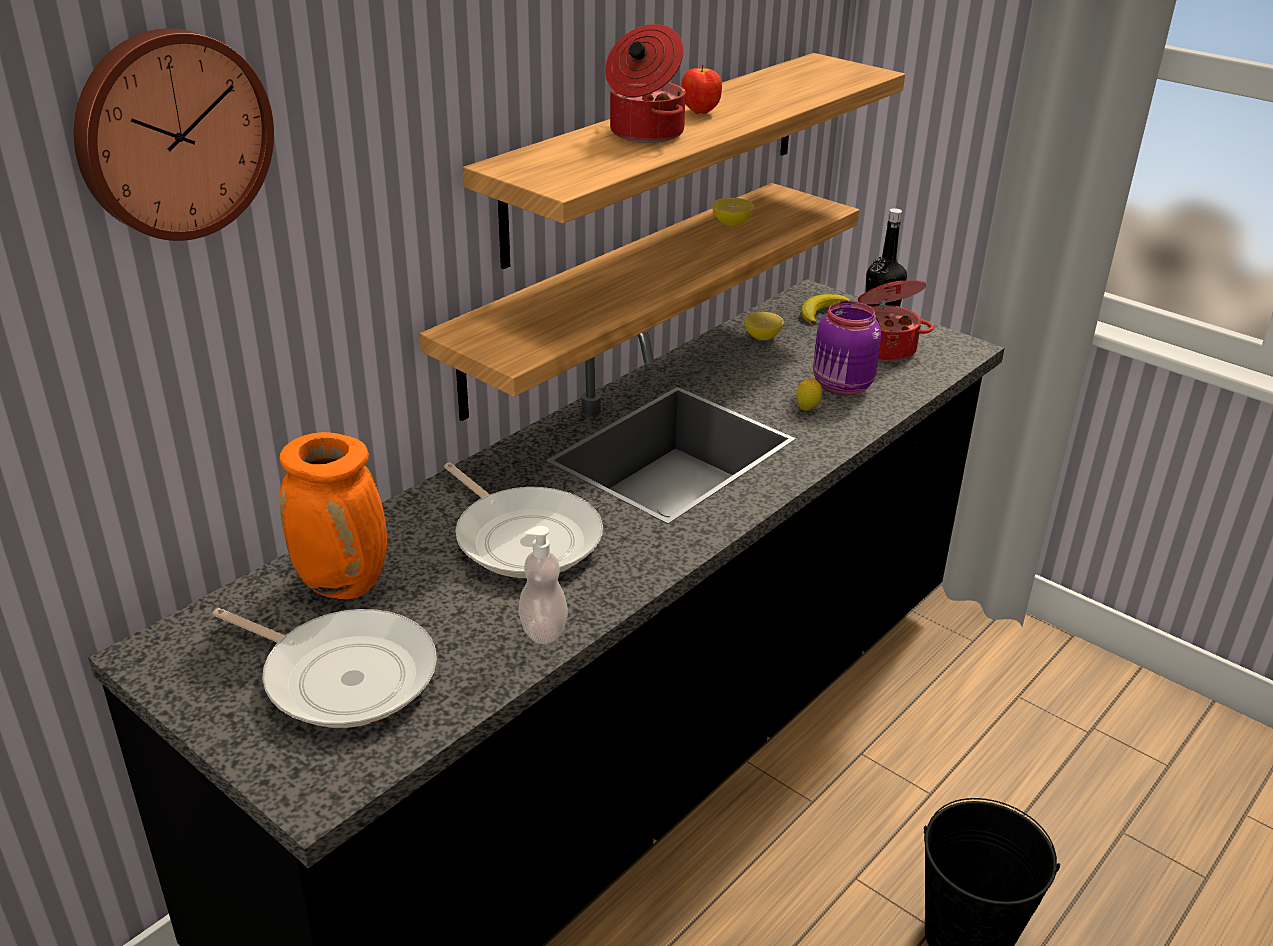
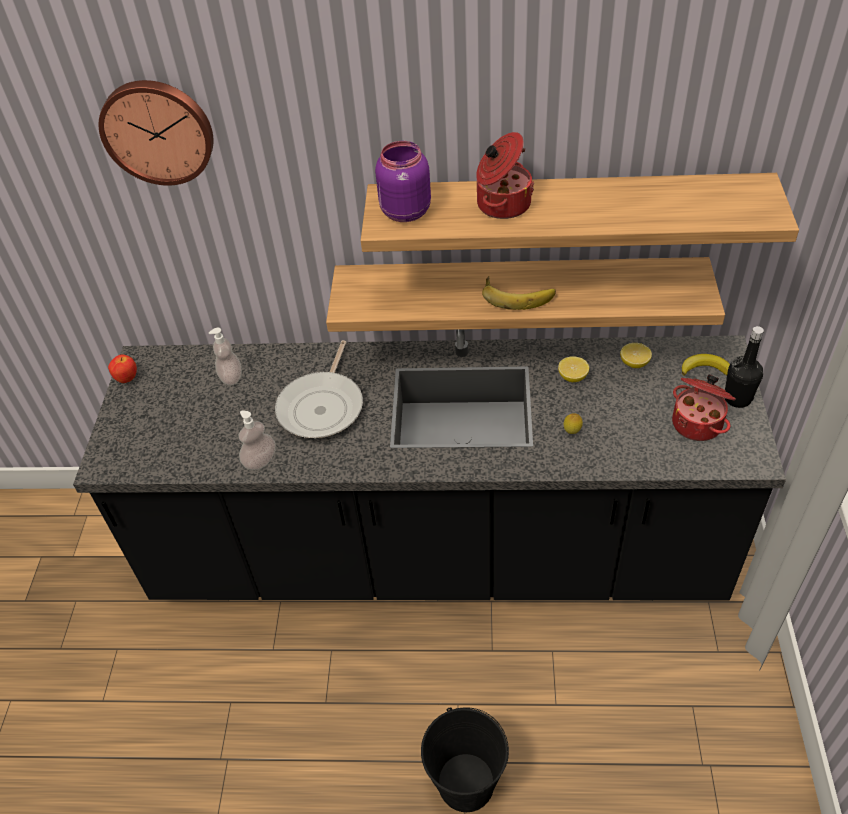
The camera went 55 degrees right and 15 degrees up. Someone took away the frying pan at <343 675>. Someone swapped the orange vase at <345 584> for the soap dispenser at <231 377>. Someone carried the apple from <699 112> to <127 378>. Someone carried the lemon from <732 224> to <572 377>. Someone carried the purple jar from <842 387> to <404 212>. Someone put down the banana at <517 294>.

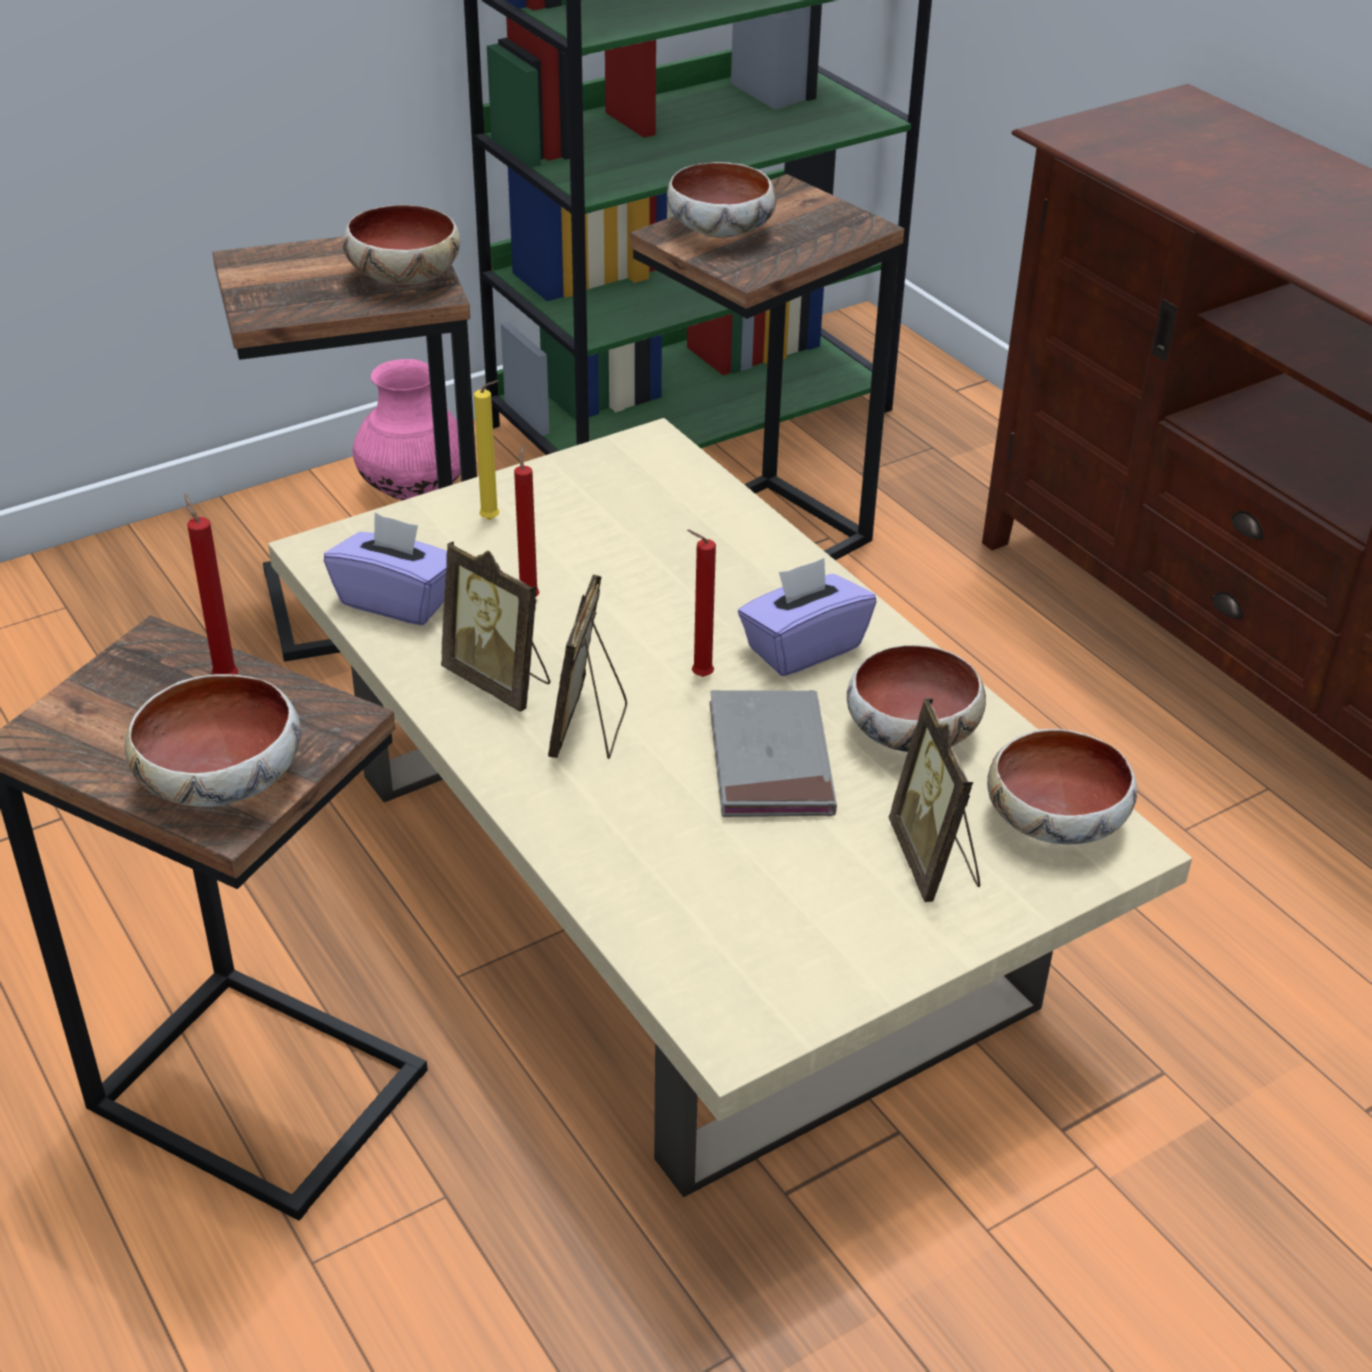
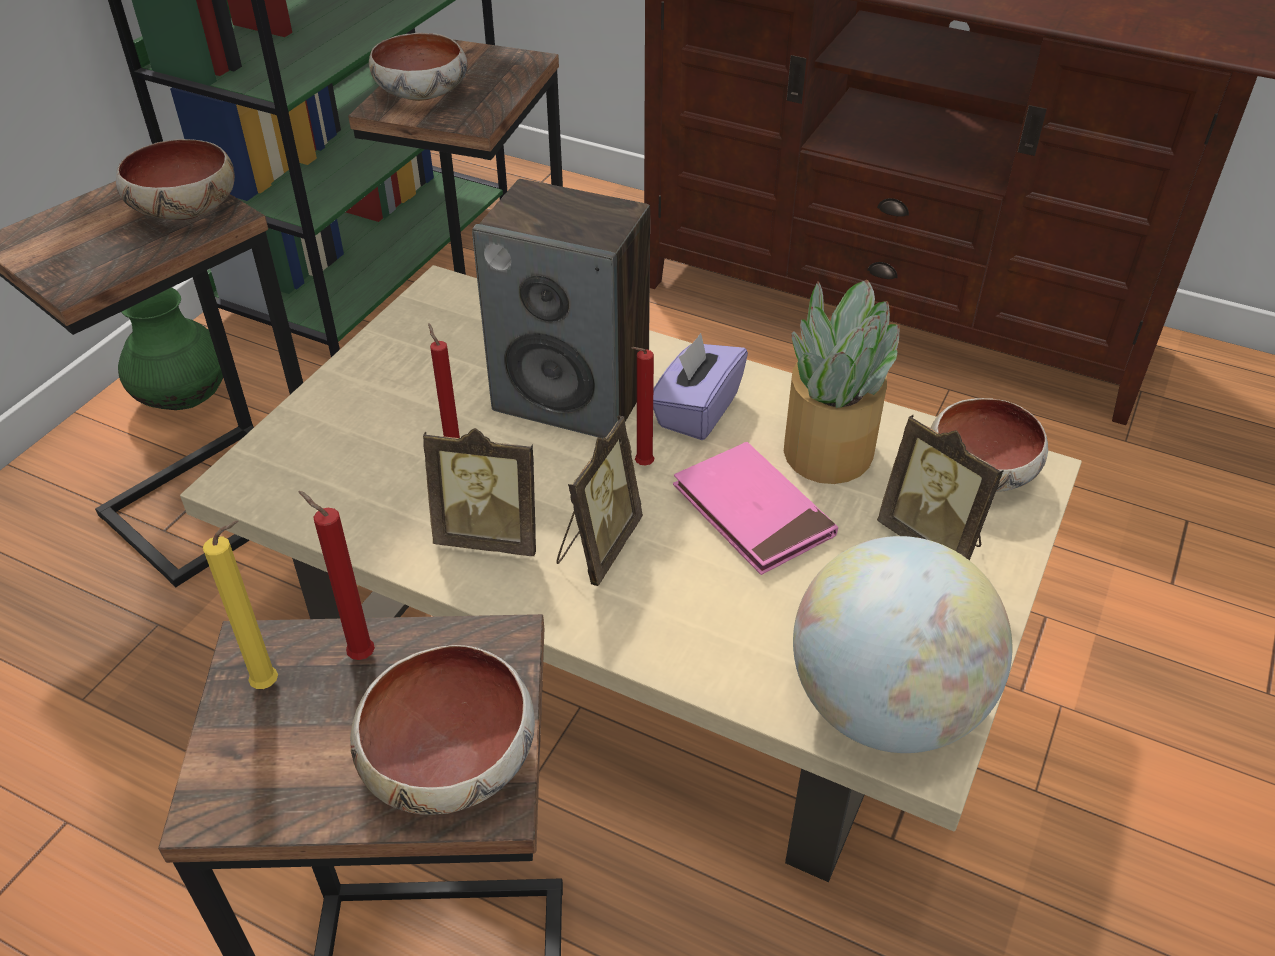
The camera went 30 degrees left and 5 degrees up. Someone took away the purple tissue box at <397 600>. Someone repainted the pink vase at <414 493>, which became the green vase at <185 399>. Someone carried the yellow candle from <493 520> to <271 684>. Someone rotated the picture frame at <590 729> by 135 degrees counterclockwise. Someone repainted the grey book at <770 760>, which became the pink book at <753 512>. Someone swapped the bowl at <910 734> for the potted plant at <829 448>. Someone put down the speaker at <573 396>. Someone put down the globe at <885 706>.

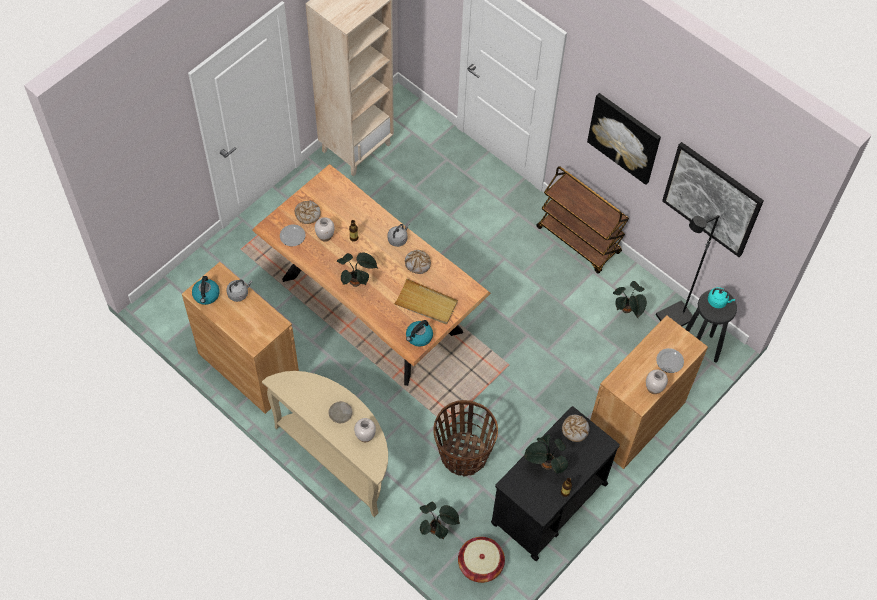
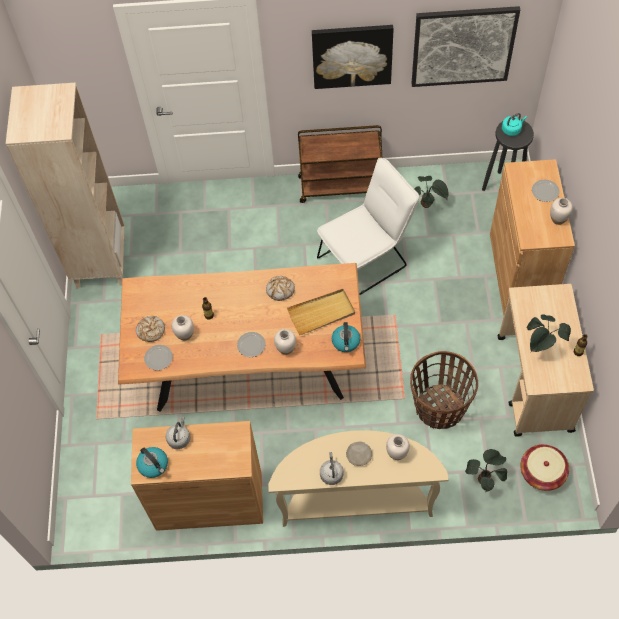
The camera went 40 degrees left and 0 degrees up. Someone swapped the potted plant at <357 282> for the plate at <251 345>. Someone carried the grey kettle from <398 239> to <331 473>. Someone repainted the black cart at <548 504>, which became the beige cart at <534 384>. Someone took away the bread at <575 429>. Someone took away the black floor lamp at <674 318>. Someone put down the white vase at <286 348>. Someone put down the white chair at <367 259>.

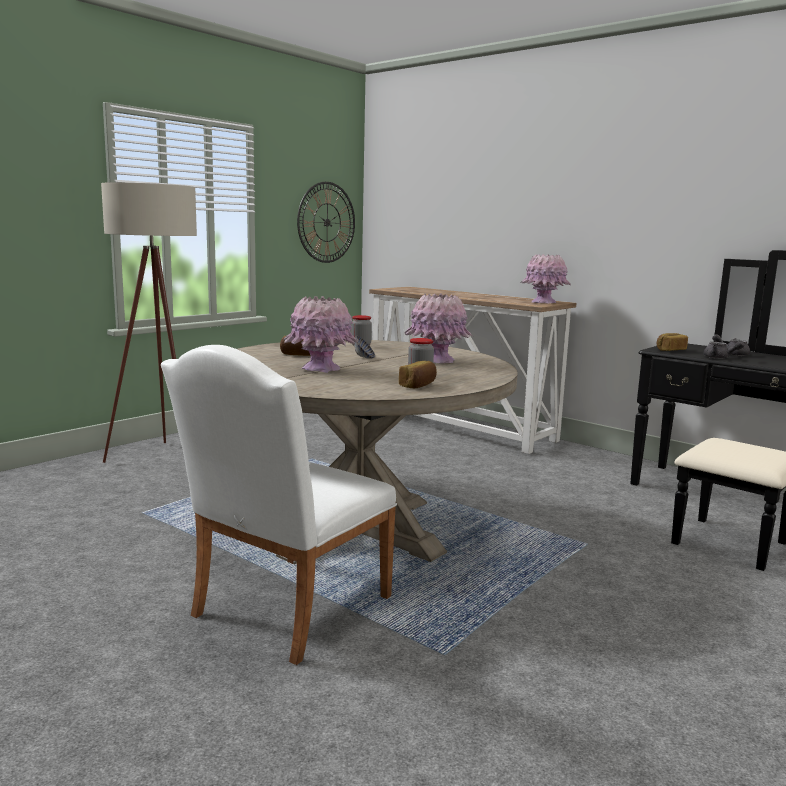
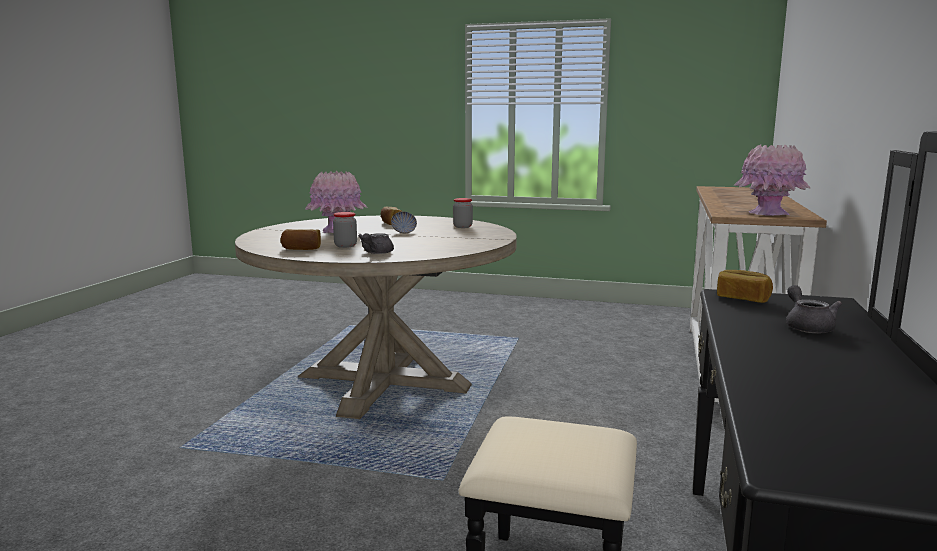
The camera went 65 degrees right and 0 degrees up. Someone took away the beige floor lamp at <161 458>. Someone took away the white chair at <284 611>. Someone took away the wall clock at <326 222>. Someone took away the pink vase at <437 360>. Someone carried the grey teapot from <720 358> to <376 253>.

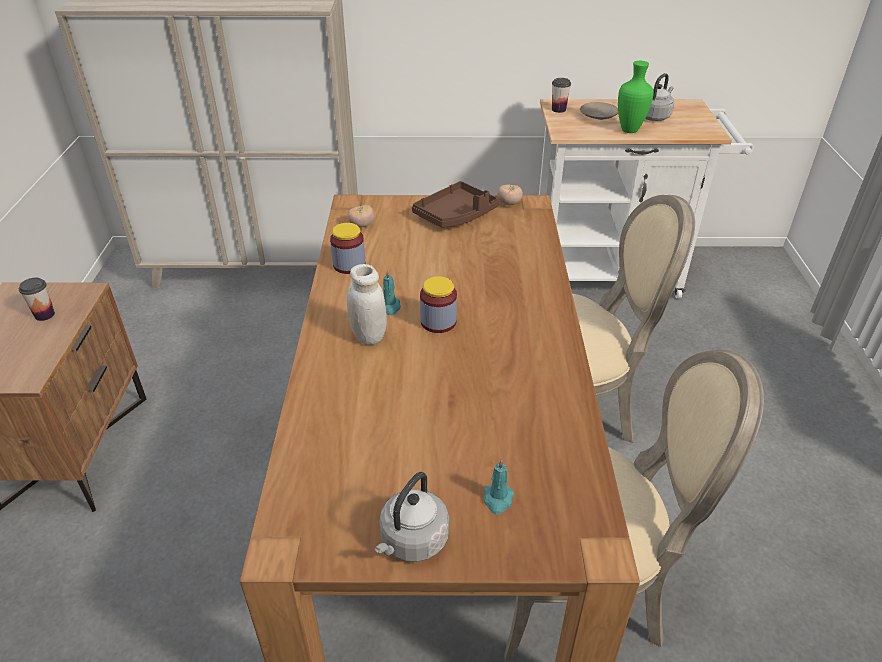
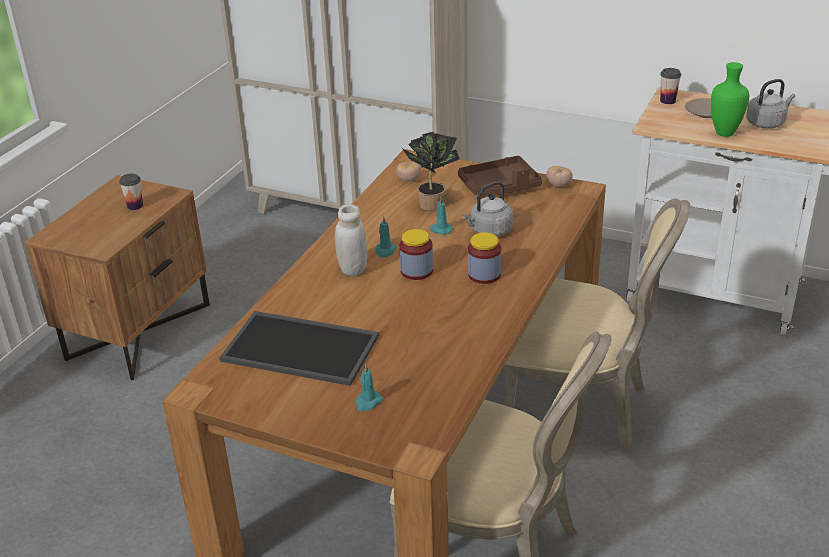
The camera went 25 degrees right and 5 degrees down. Someone carried the jar from <349 265> to <484 275>. Someone carried the grey kettle from <412 542> to <489 231>. Someone put down the tray at <302 347>. Someone put down the potted plant at <432 202>. Someone put down the turquoise candle at <440 230>.

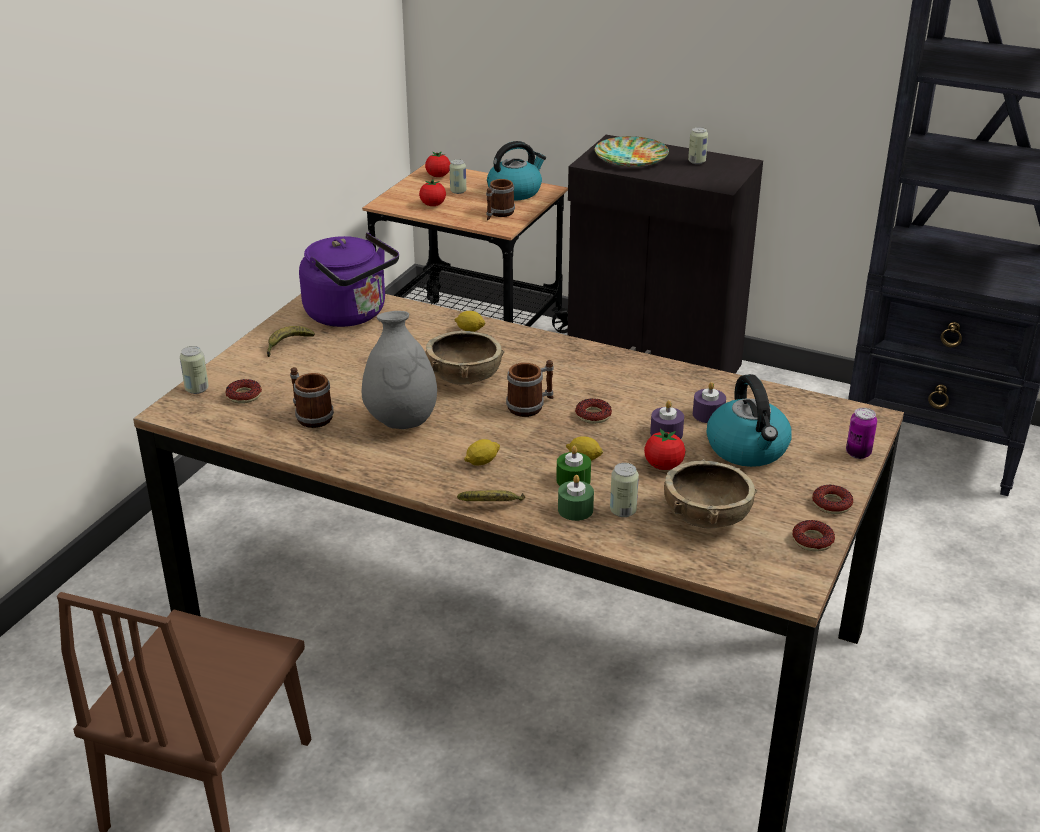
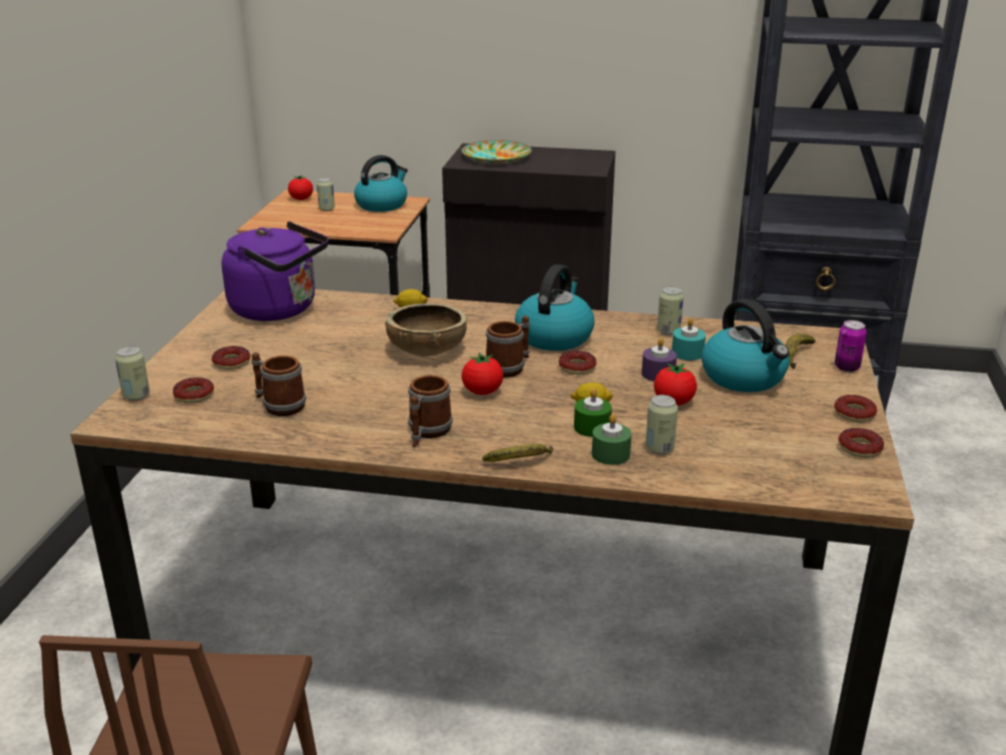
The camera went 15 degrees left and 5 degrees down. Someone carried the banana from <287 345> to <796 356>. Someone took away the grey vase at <401 422>. Someone carried the tomato from <433 205> to <482 392>. Someone took away the lemon at <482 462>. Someone carried the mug from <498 214> to <427 433>. Someone took away the brown bowl at <706 517>. Someone carried the can from <696 161> to <668 331>. Someone repainted the purple candle at <708 414>, which became the turquoise candle at <687 353>. Someone put down the donut at <231 363>. Someone put down the kettle at <554 336>.

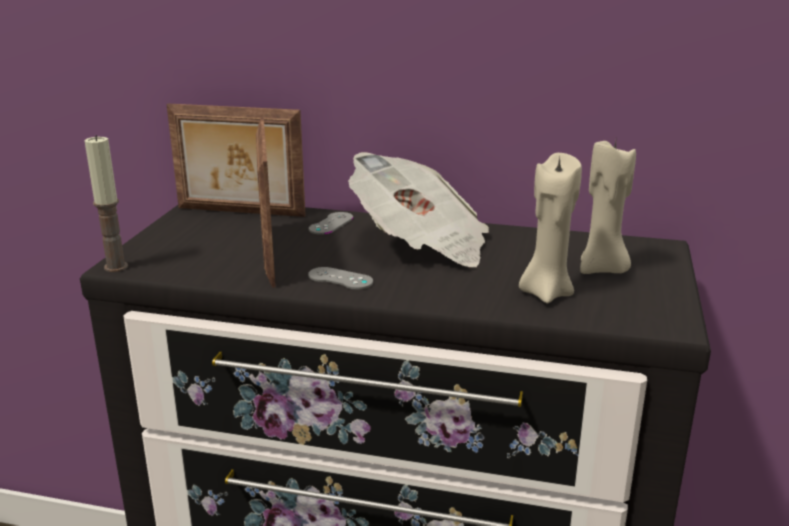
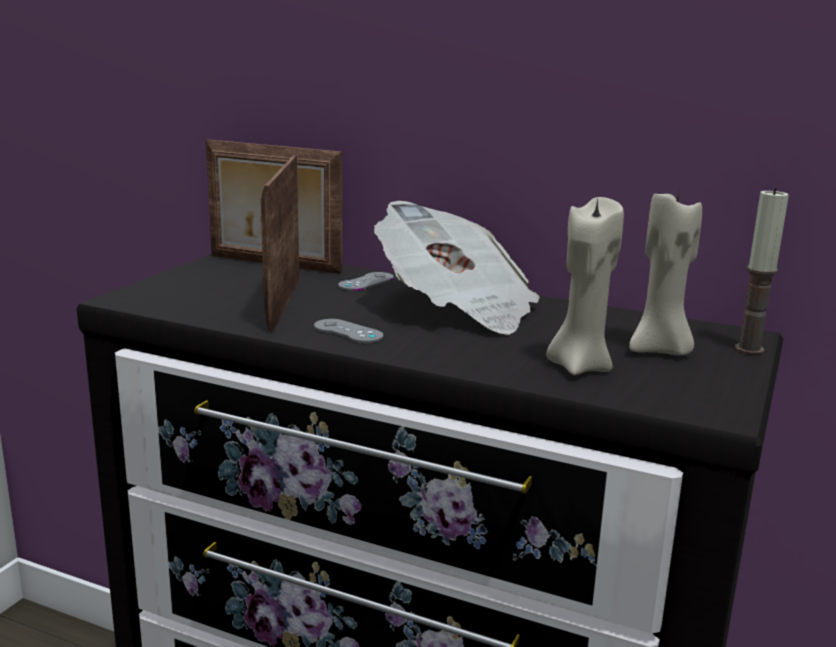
The camera went 10 degrees right and 5 degrees down. Someone carried the candle from <116 267> to <749 349>.

